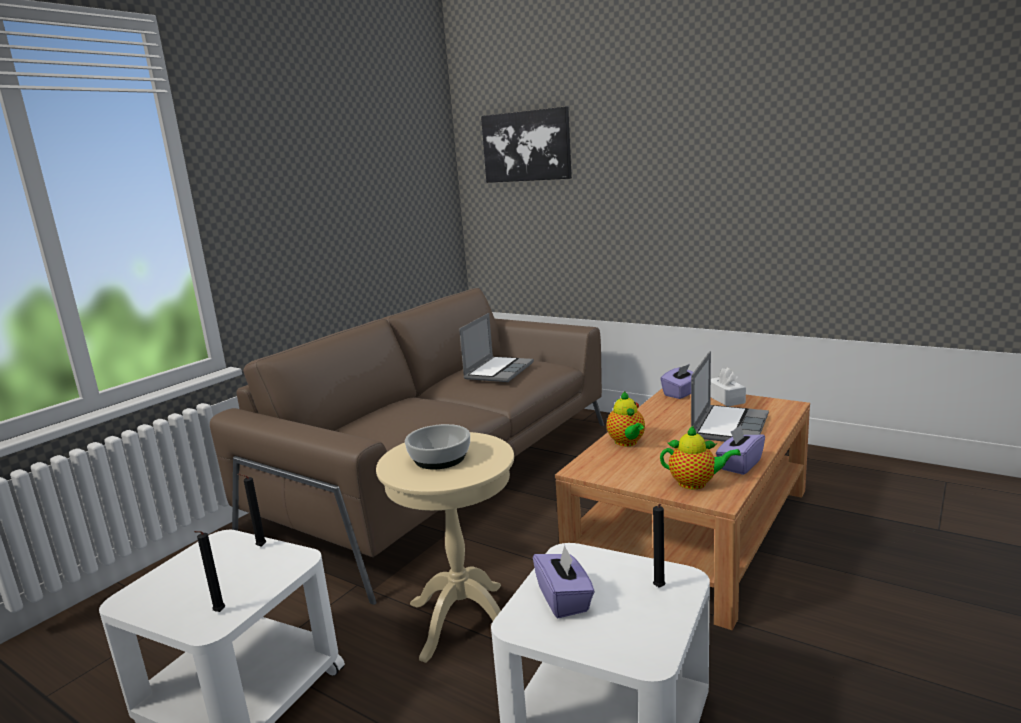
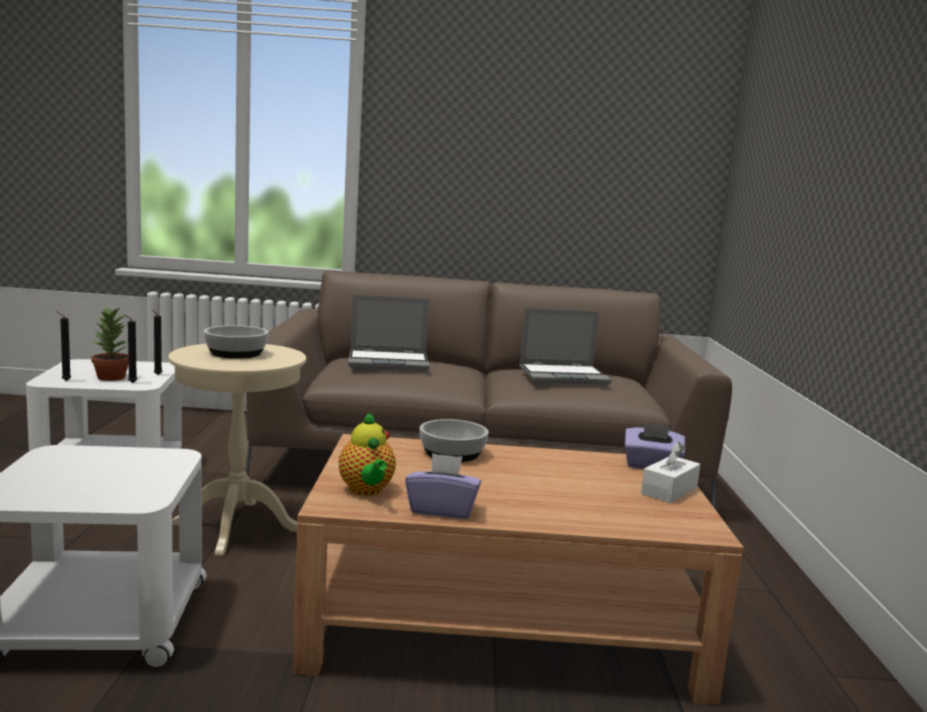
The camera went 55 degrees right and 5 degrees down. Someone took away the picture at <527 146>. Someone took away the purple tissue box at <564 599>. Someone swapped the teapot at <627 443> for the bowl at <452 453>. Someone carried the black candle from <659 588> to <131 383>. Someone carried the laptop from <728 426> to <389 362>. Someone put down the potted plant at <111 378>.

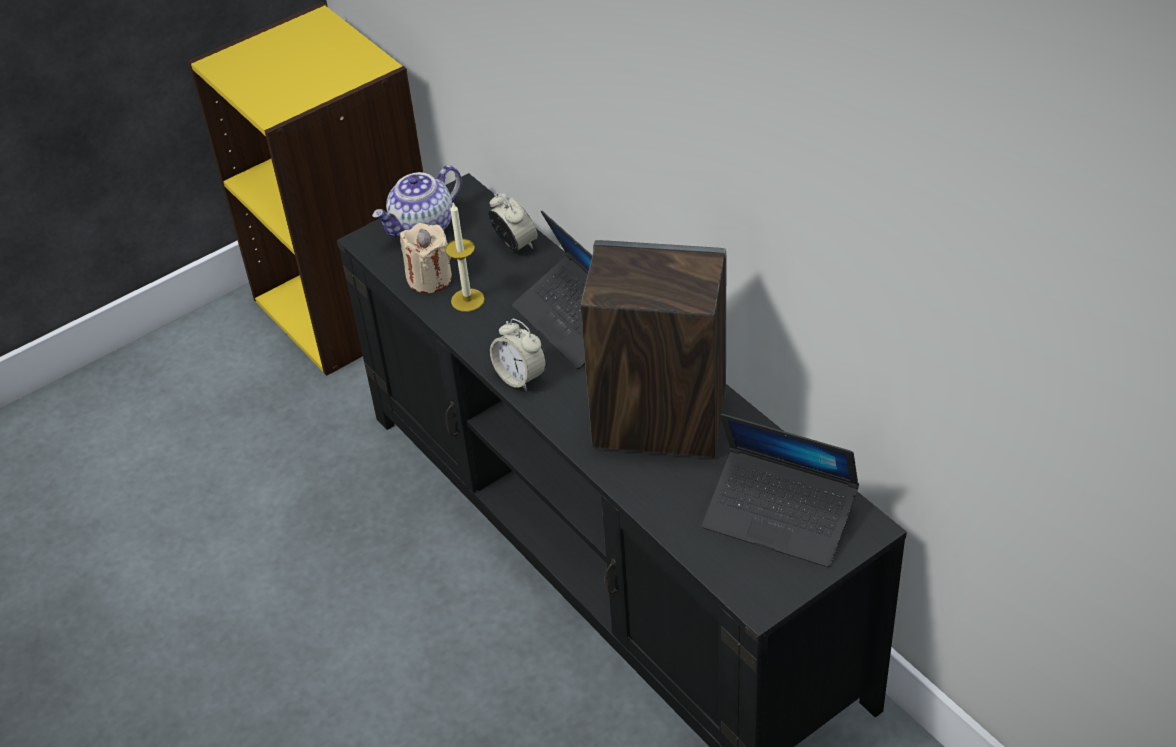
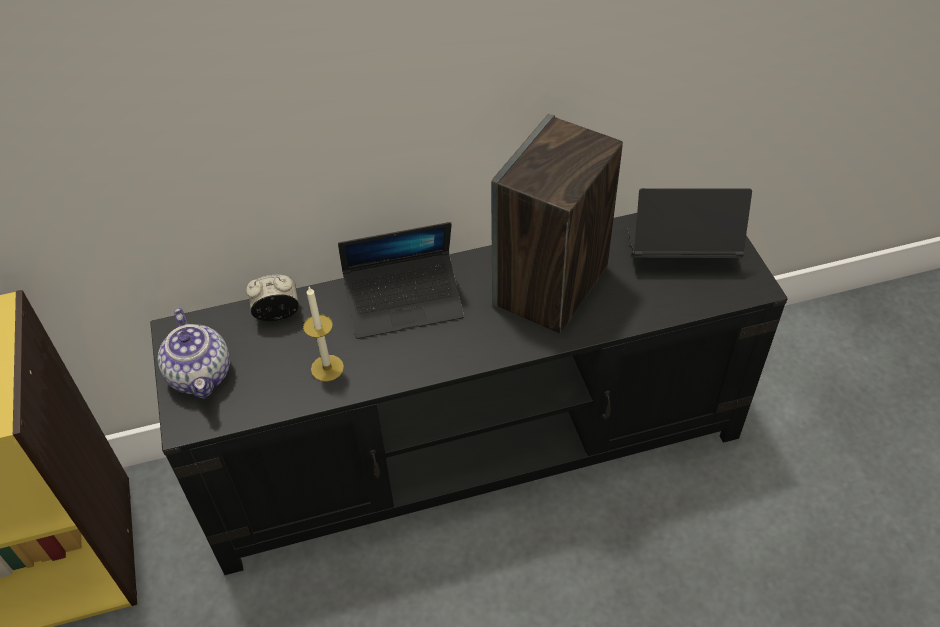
The camera went 70 degrees left and 5 degrees up. Someone took away the beige candle at <429 278>. Someone took away the alarm clock at <520 377>. Someone rotated the laptop at <780 517> by 135 degrees counterclockwise.

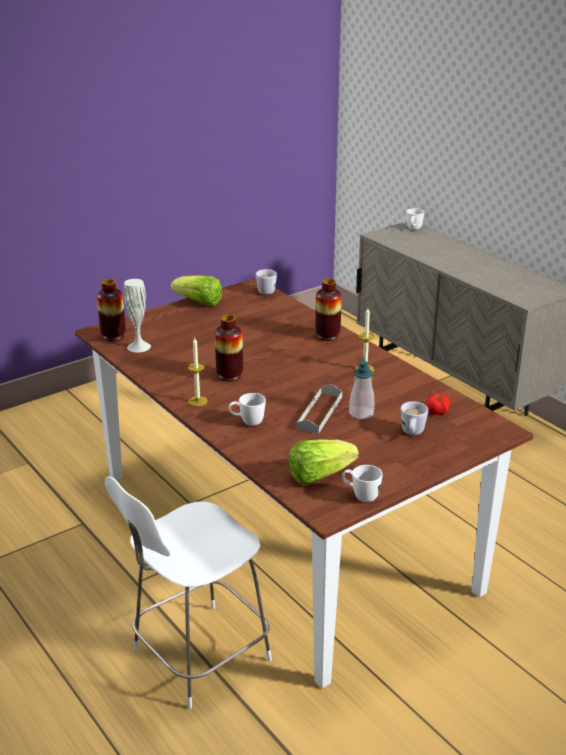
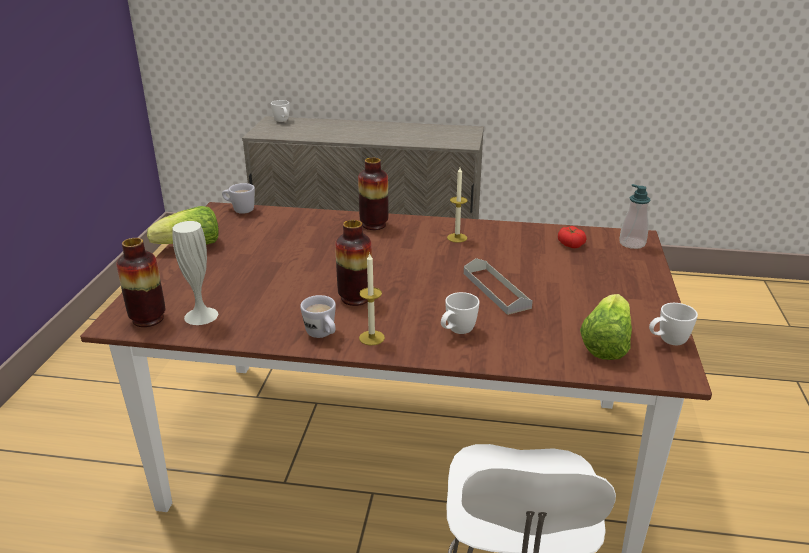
The camera went 45 degrees left and 0 degrees up. Someone carried the soap dispenser from <361 413> to <632 243>. Someone carried the white mug from <412 433> to <322 335>.

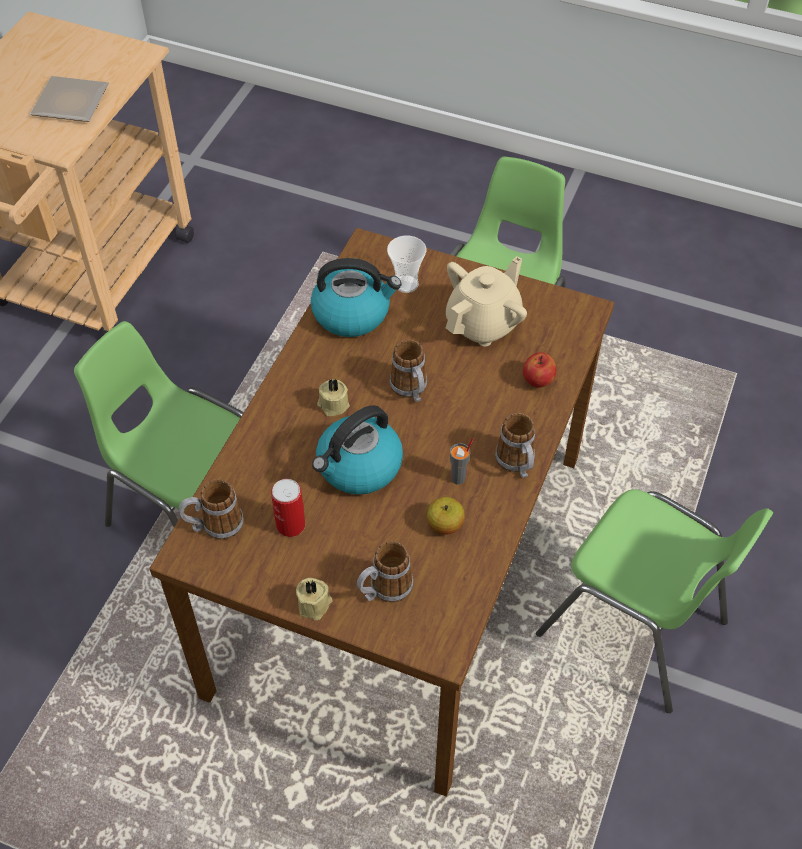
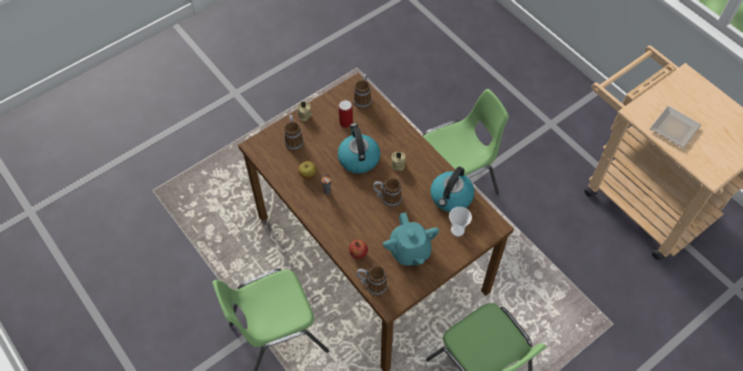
The camera went 120 degrees right and 5 degrees up. Someone repainted the beige teapot at <483 323>, which became the turquoise teapot at <409 250>. Someone carried the mug from <517 464> to <372 285>.

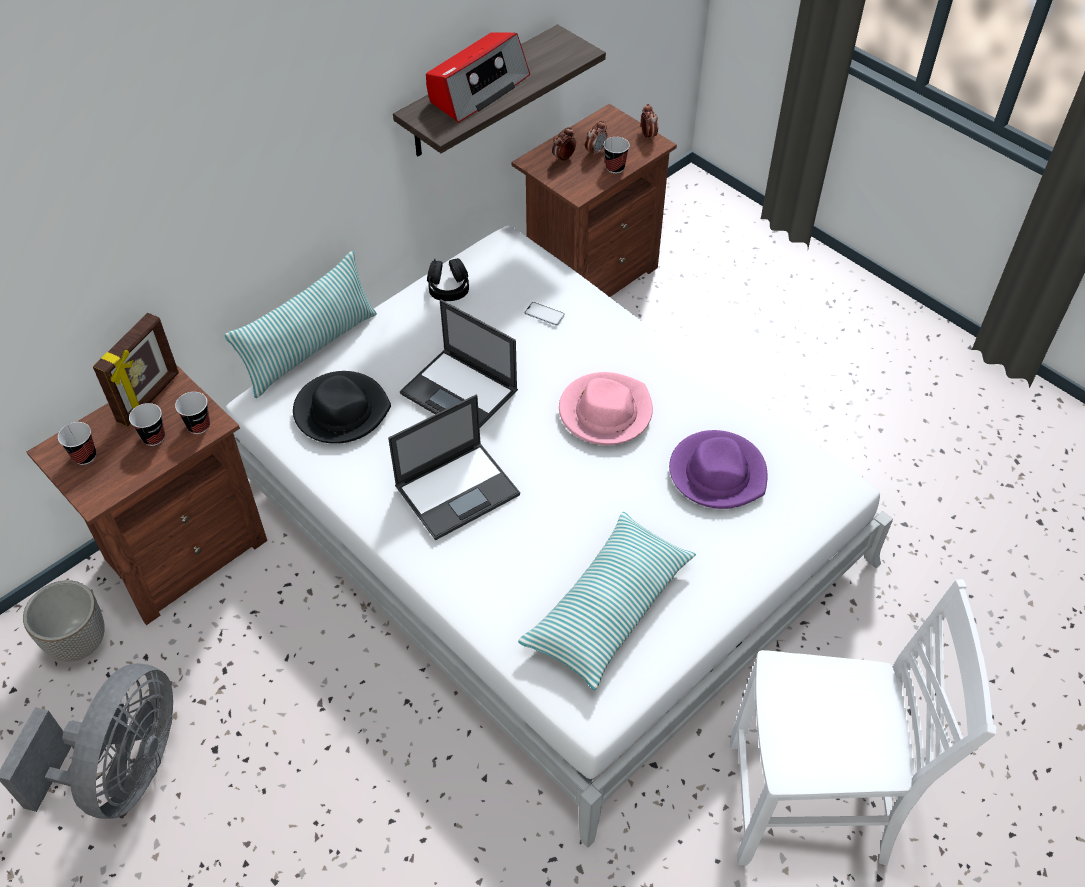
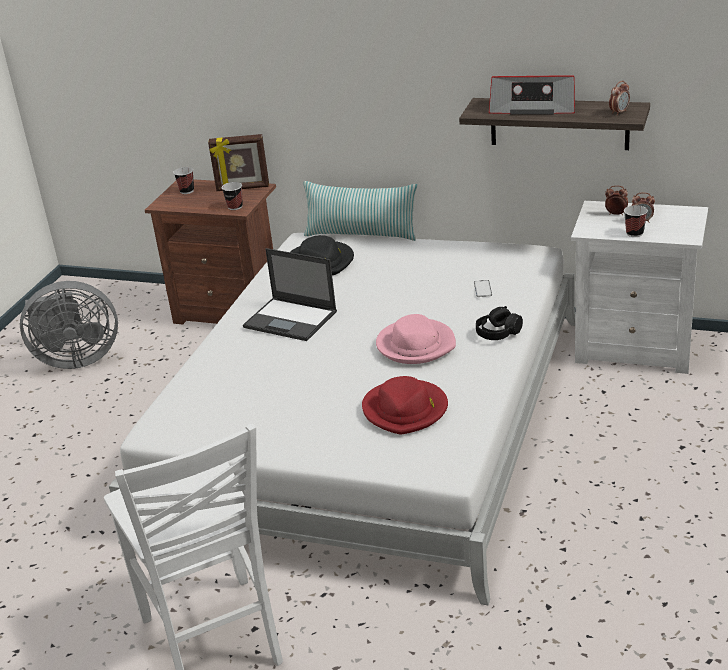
The camera went 65 degrees right and 20 degrees down. Someone took away the planter at <79 642>. Someone took away the cup at <154 437>. Someone took away the laptop at <460 392>. Someone carried the black headphones from <448 288> to <498 333>. Someone repainted the brown nightstand at <589 275>, which became the white nightstand at <636 348>. Someone took away the pillow at <608 608>. Someone carried the alarm clock from <648 135> to <619 112>. Someone repainted the purple hat at <717 473>, which became the red hat at <406 410>.

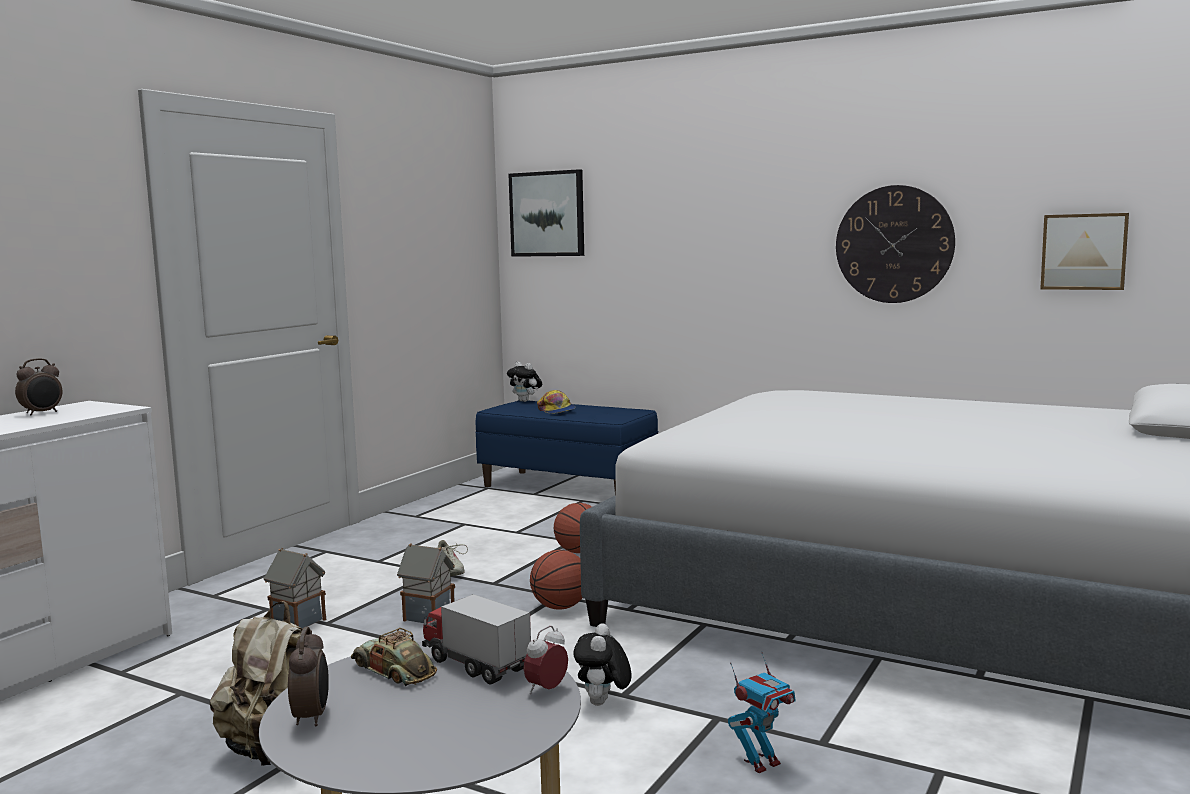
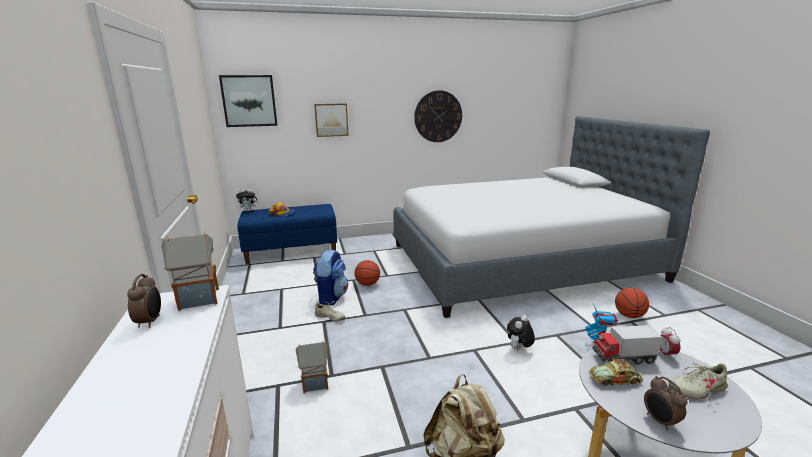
The camera went 45 degrees left and 10 degrees up. Someone rotated the alarm clock at <312 717> by 150 degrees counterclockwise. Someone carried the toy house from <428 616> to <197 299>. Someone carried the basketball from <560 607> to <629 316>. Someone rotated the plush toy at <603 703> by 75 degrees clockwise. Someone carried the picture from <1084 251> to <331 120>. Someone put down the backpack at <331 297>. Someone put down the beige shoe at <697 389>.

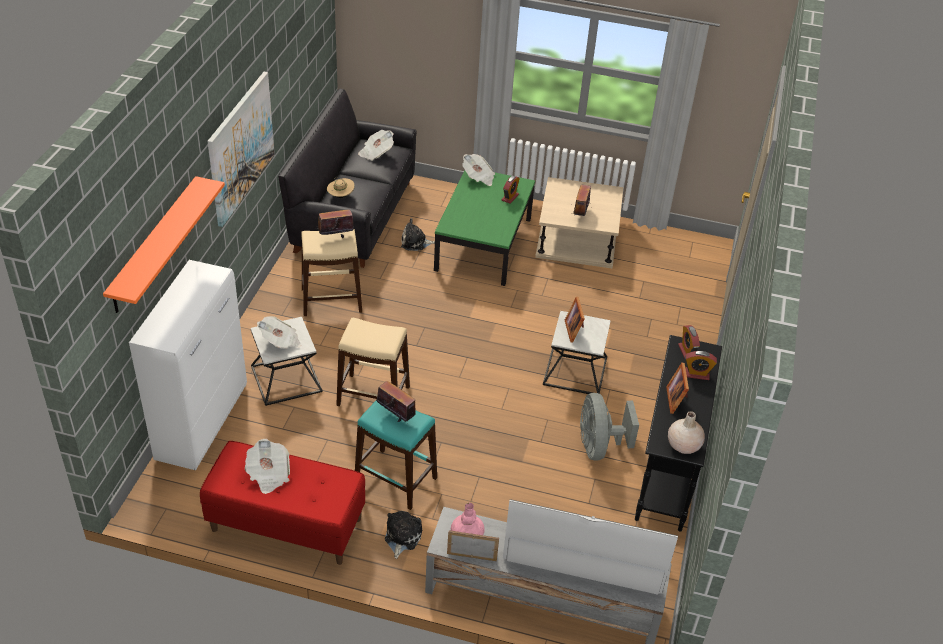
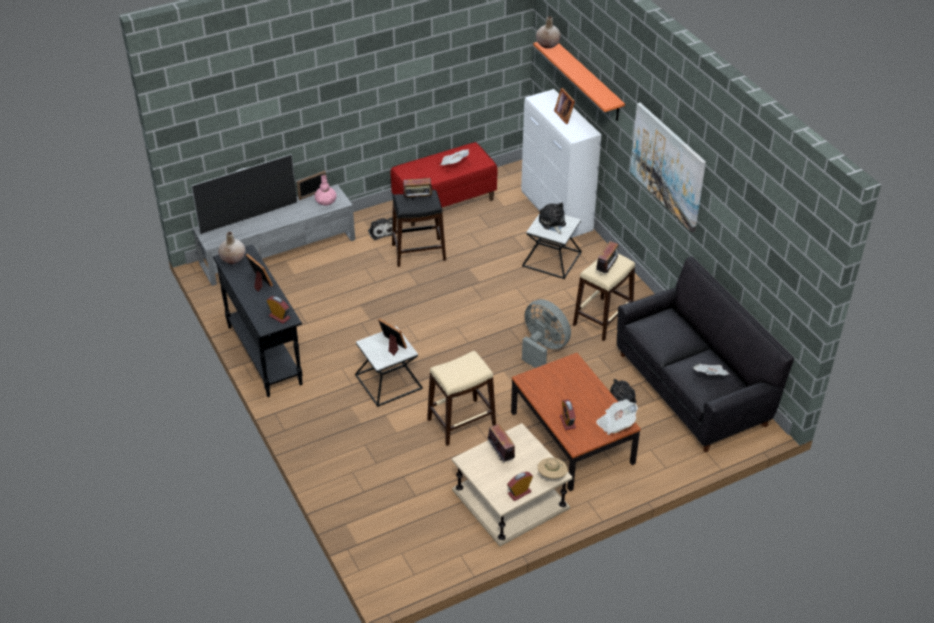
The camera went 140 degrees right and 0 degrees up. Someone swapped the newspaper at <280 341> for the plush toy at <552 223>. Someone carried the beige hat from <340 196> to <552 475>. Someone carried the beige stool from <373 396> to <461 422>. Someone repainted the turquoise stool at <395 479>, which became the black stool at <418 252>. Someone repainted the green coffee table at <483 244>, which became the brown coffee table at <572 437>. Someone carried the grey fan from <599 446> to <543 348>. Someone carried the alarm clock from <697 374> to <519 493>. Someone put down the beige vase at <548 44>. Someone put down the picture frame at <565 115>.

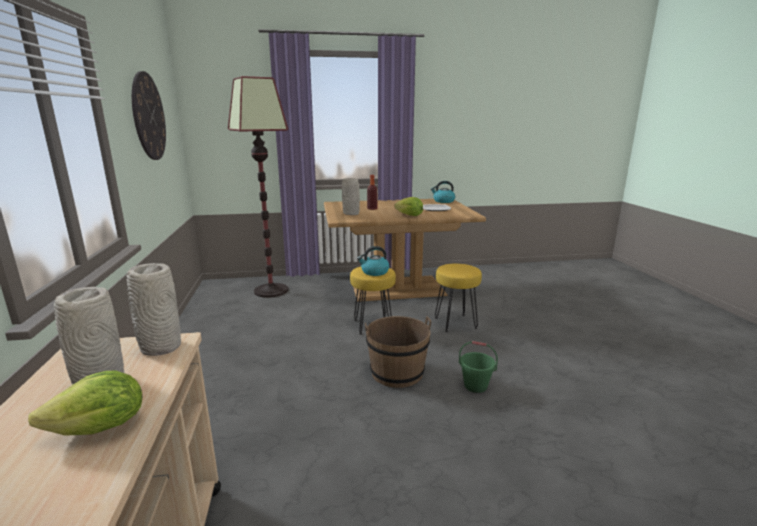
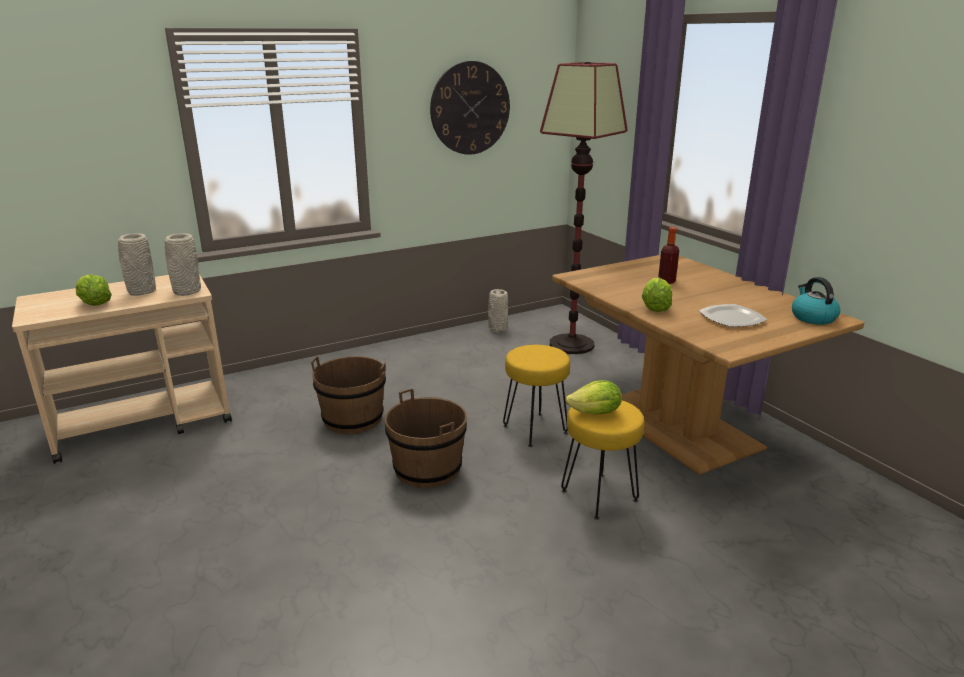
The camera went 70 degrees right and 5 degrees up. Someone carried the grey vase from <351 214> to <497 330>. Someone took away the kettle at <374 272>. Someone took away the green bucket at <475 386>. Someone put down the brown bucket at <353 419>. Someone put down the lettuce at <595 413>.

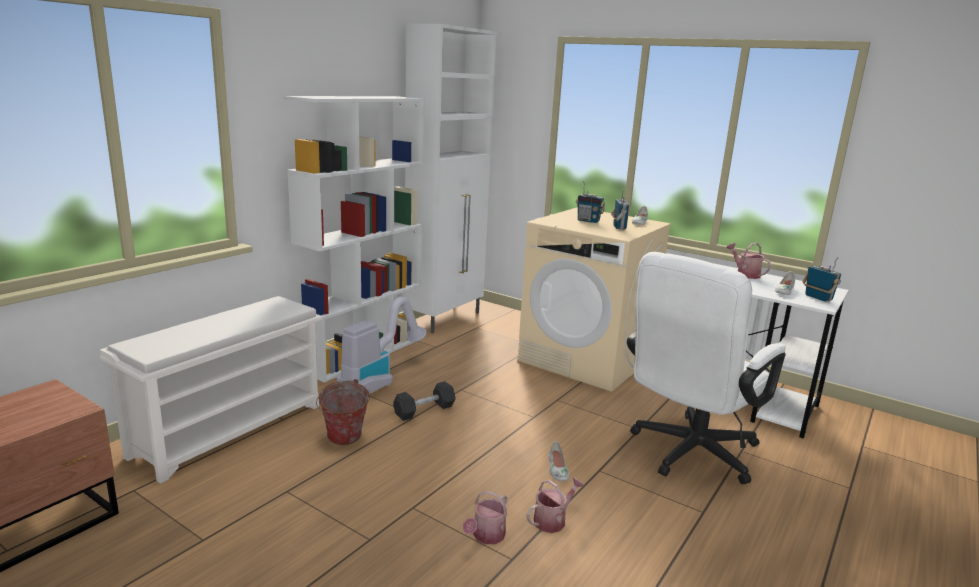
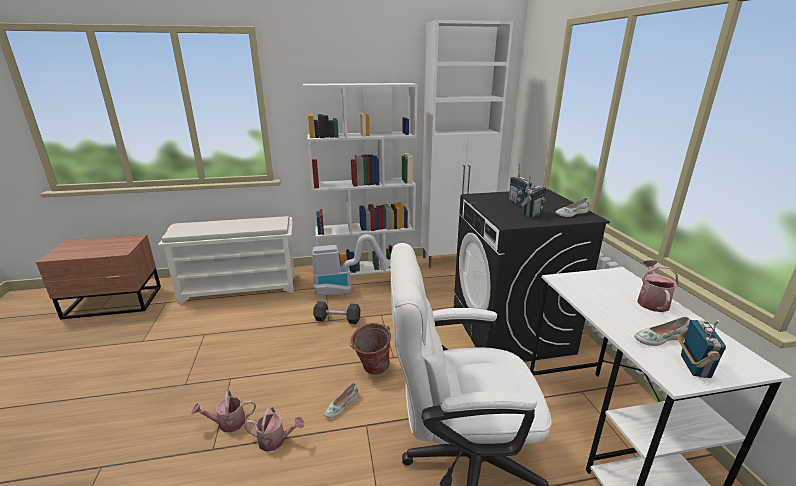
The camera went 45 degrees right and 5 degrees up. Someone carried the bucket from <343 441> to <371 369>. Someone repainted the beige washing machine at <586 360>, which became the black washing machine at <511 330>.

